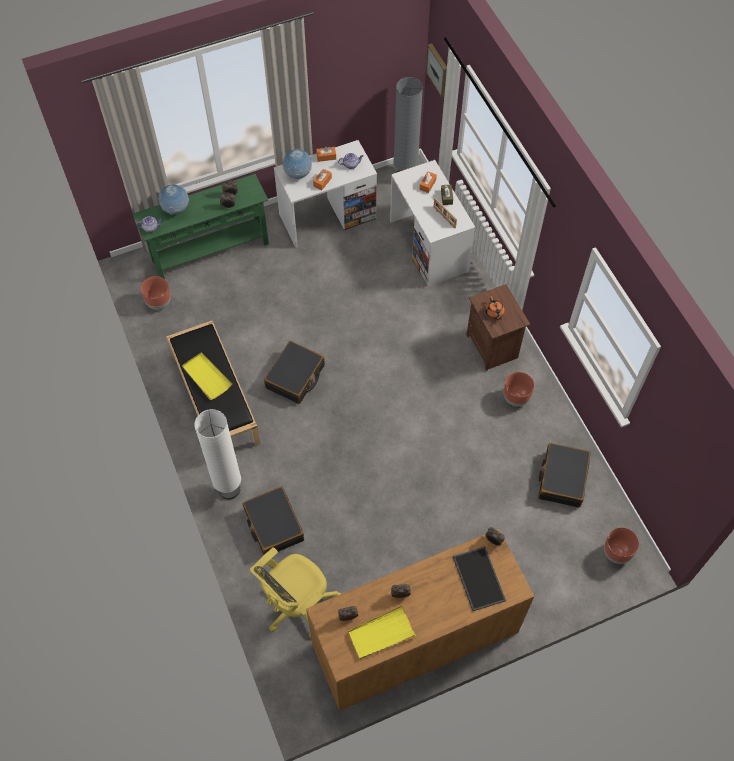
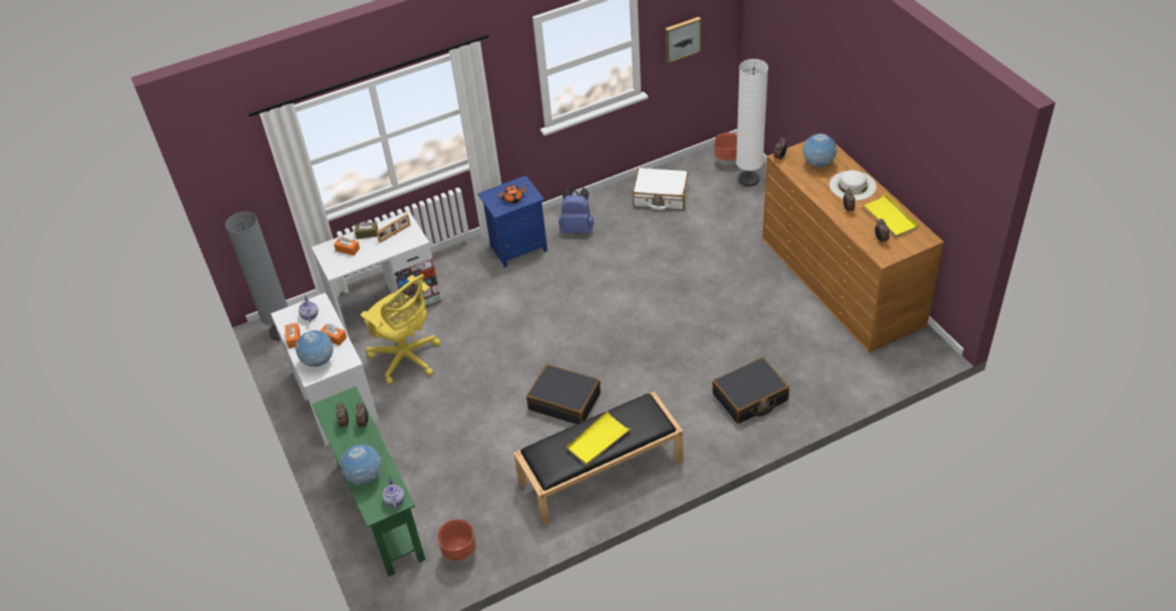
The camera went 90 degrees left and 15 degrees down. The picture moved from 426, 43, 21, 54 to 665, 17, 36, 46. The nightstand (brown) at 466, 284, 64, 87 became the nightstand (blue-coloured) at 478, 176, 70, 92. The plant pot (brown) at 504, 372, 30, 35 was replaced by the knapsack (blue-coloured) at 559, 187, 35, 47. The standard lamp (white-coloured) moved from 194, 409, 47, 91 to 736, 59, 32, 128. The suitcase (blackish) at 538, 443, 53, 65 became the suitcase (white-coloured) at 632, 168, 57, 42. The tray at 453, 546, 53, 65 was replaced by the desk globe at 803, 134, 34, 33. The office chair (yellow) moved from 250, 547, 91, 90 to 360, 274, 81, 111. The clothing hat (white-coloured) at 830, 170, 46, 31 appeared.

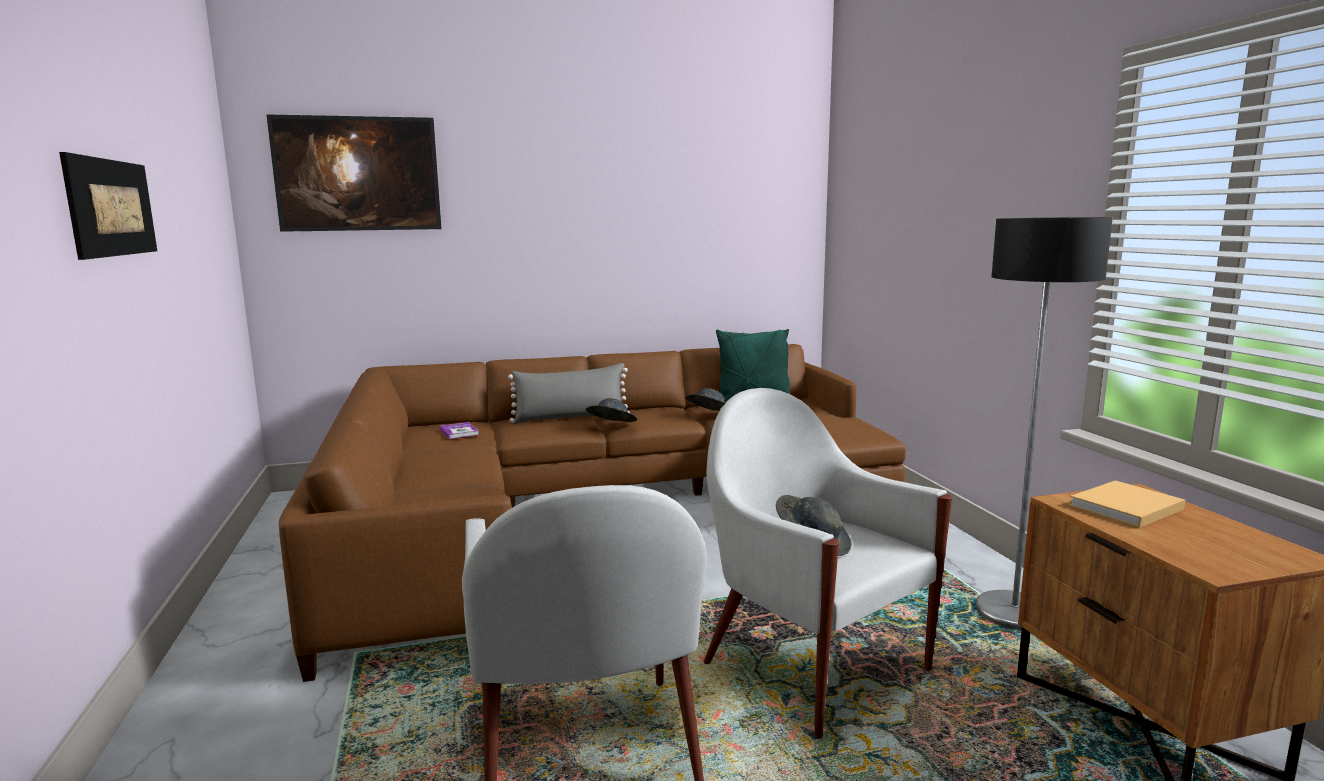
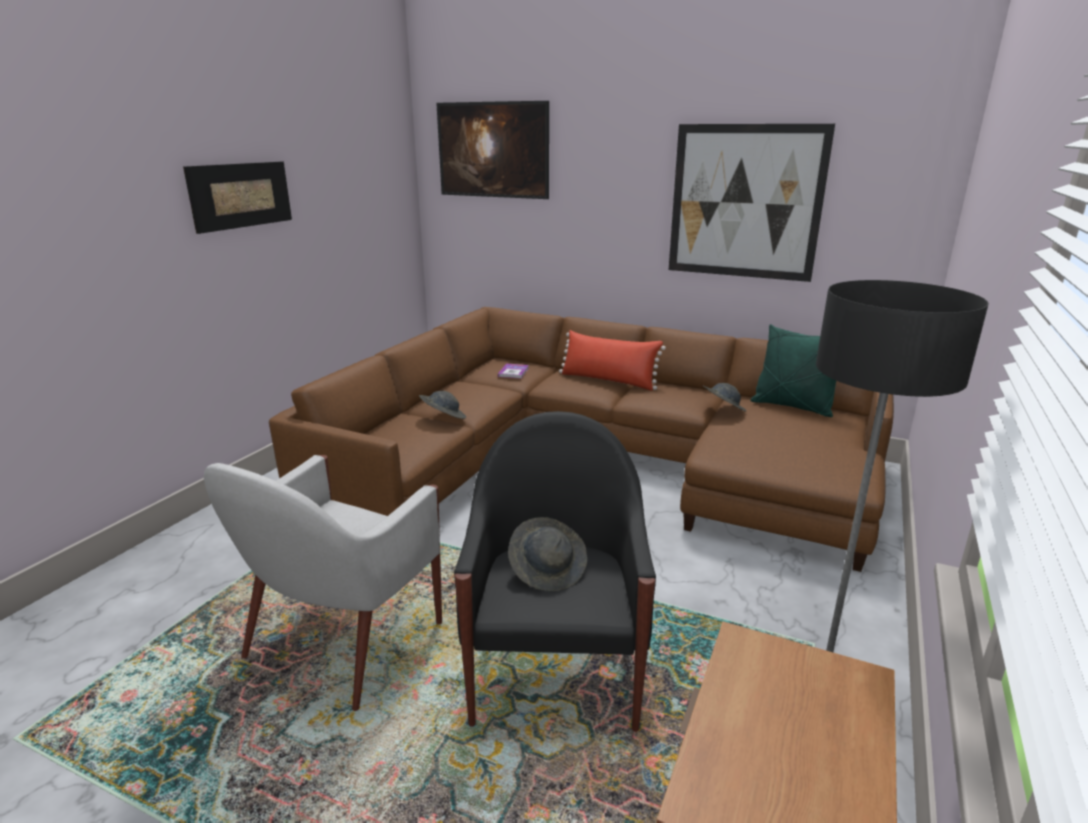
The camera went 40 degrees right and 10 degrees up. The cushion (grey) at 508, 363, 122, 60 became the cushion (red) at 559, 330, 107, 61. The armchair (white-coloured) at 704, 388, 248, 351 became the armchair (blackish) at 454, 411, 202, 321. The clothing hat (grey) moved from 586, 398, 51, 24 to 419, 391, 47, 28. The book (sand-coloured) at 1069, 480, 116, 47 disappeared. The picture at 669, 124, 166, 158 appeared.

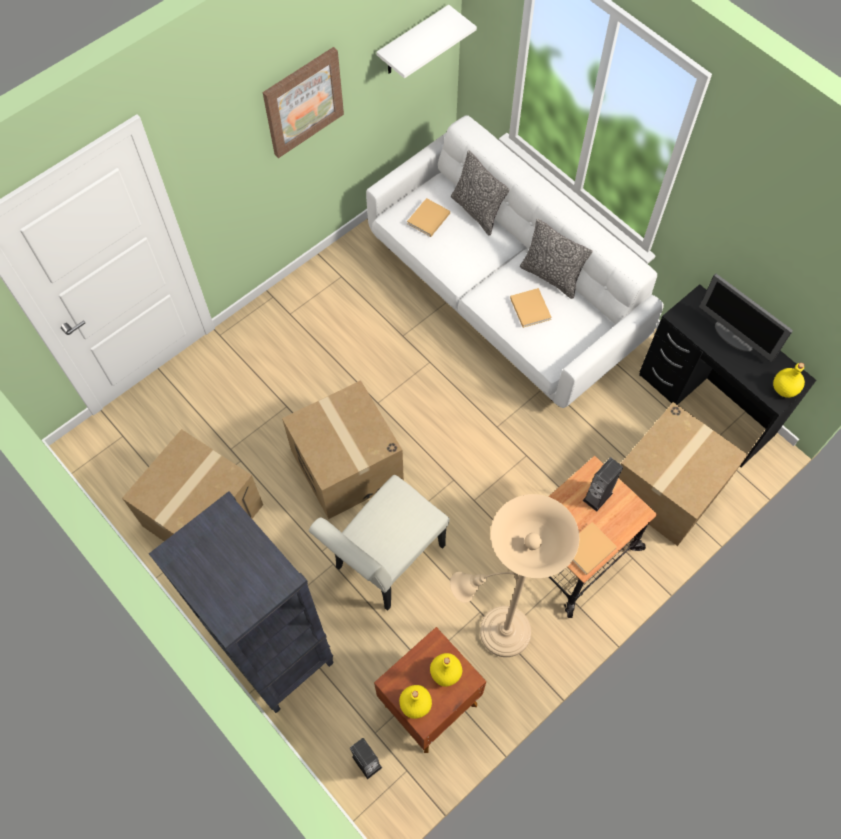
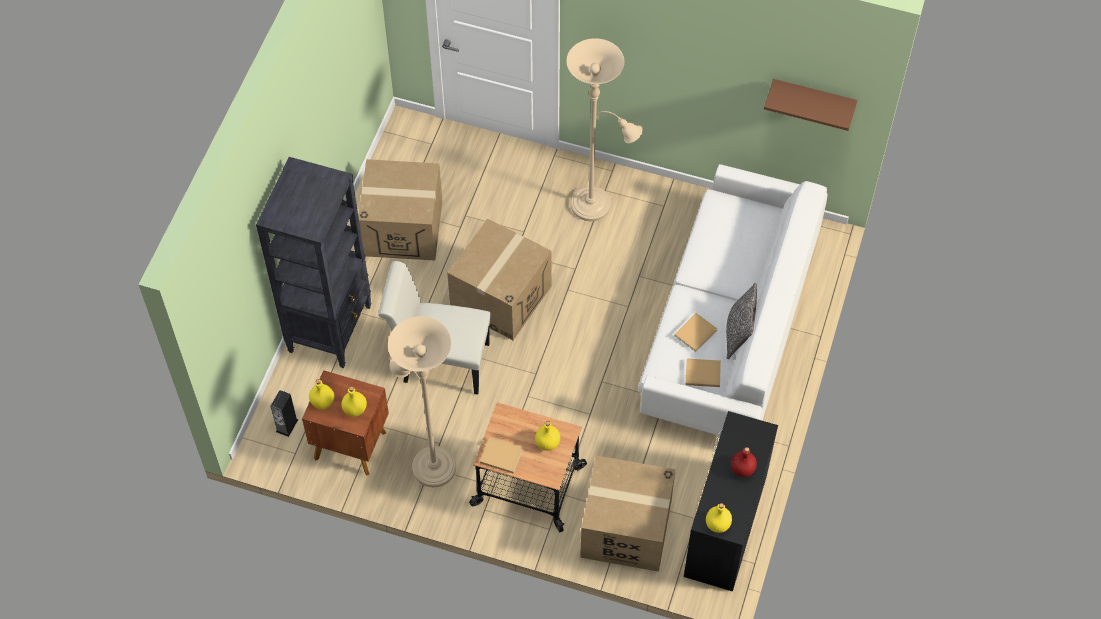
The camera went 60 degrees right and 5 degrees down. The wall shelf (white-coloured) at 376, 5, 101, 73 became the wall shelf (brown) at 764, 79, 94, 52. The picture at 263, 47, 81, 111 disappeared. The cushion at 451, 150, 58, 86 disappeared. The book (sand-coloured) moved from 407, 198, 43, 39 to 686, 359, 35, 28. The computer display at 699, 274, 94, 88 was replaced by the bottle (red) at 731, 447, 26, 30. The loudspeaker at 582, 457, 41, 55 was replaced by the bottle (yellow) at 535, 421, 25, 30. The standard lamp (sand-coloured) at 566, 38, 77, 183 appeared.

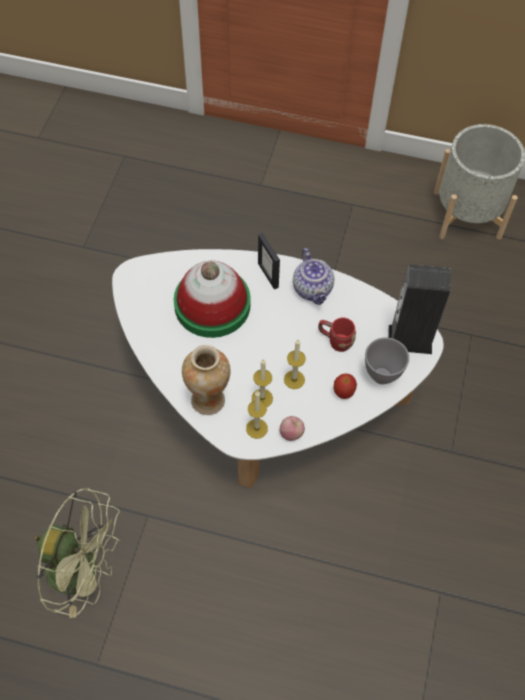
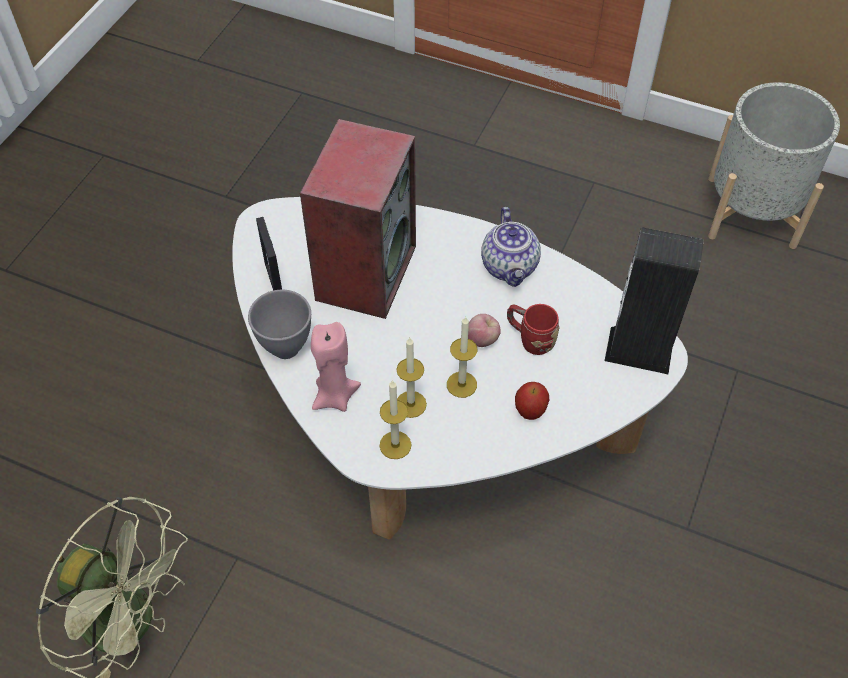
The camera went 10 degrees right and 5 degrees down. The photo frame moved from 258, 233, 22, 56 to 256, 217, 26, 73. The clothing hat at 174, 261, 77, 77 was replaced by the loudspeaker at 300, 119, 116, 200. The deep dish (grey) moved from 365, 337, 44, 47 to 248, 290, 63, 69. The decorative vase at 182, 345, 49, 70 was replaced by the wax candle (pink) at 311, 322, 50, 90. The apple fruit moved from 280, 416, 25, 25 to 468, 314, 33, 33.

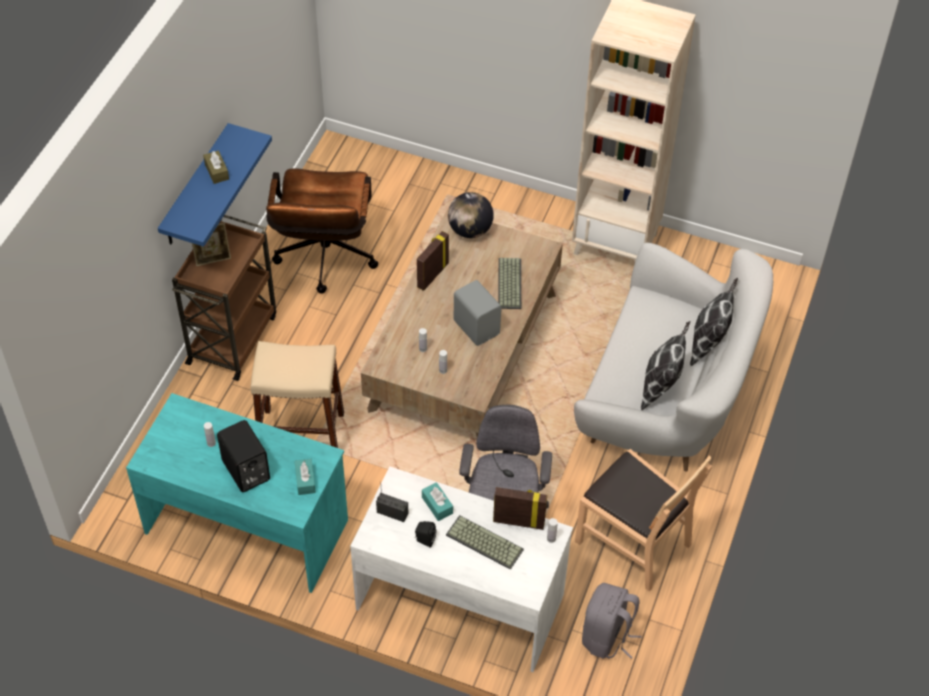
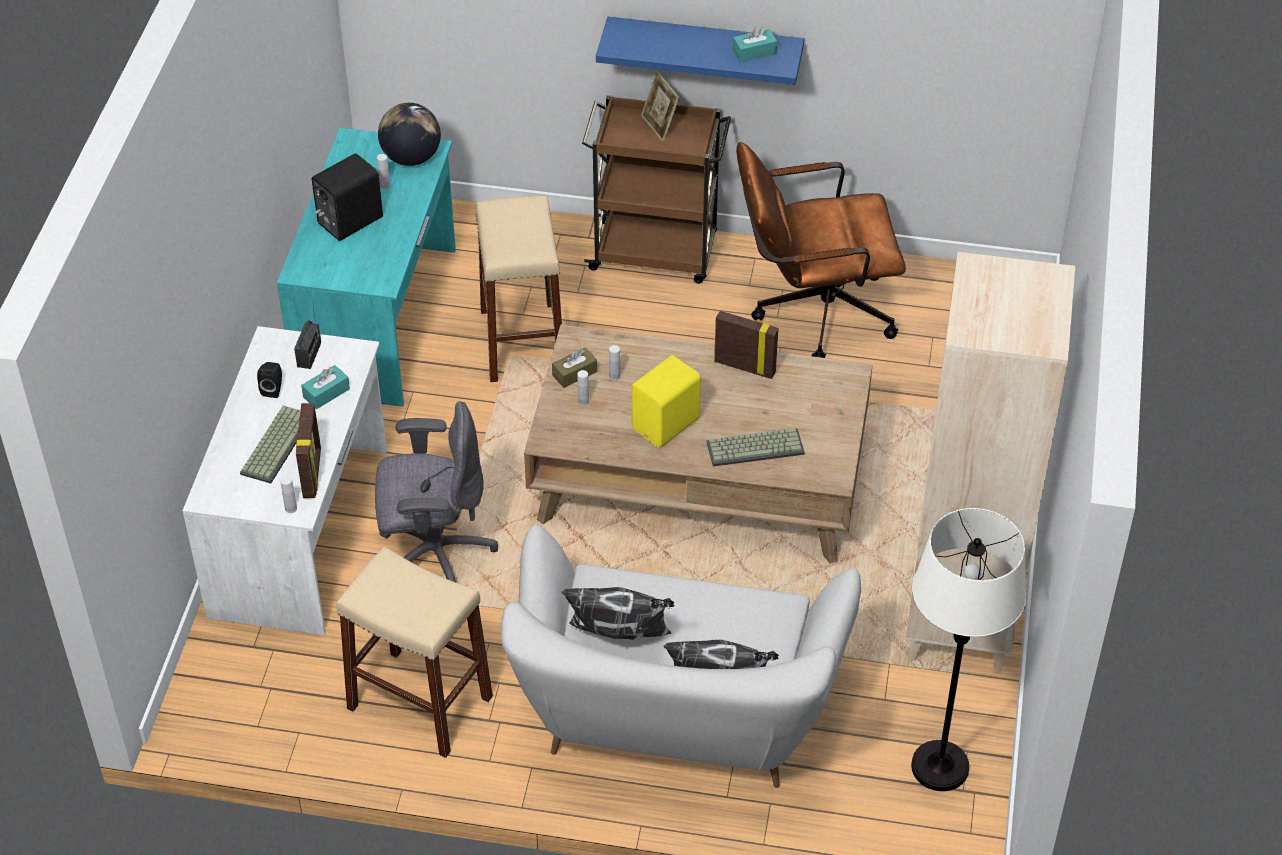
The camera went 80 degrees right and 5 degrees down. The tissue box (brown) moved from 203, 151, 26, 33 to 552, 347, 45, 41. The desk globe moved from 448, 192, 46, 46 to 378, 103, 63, 63. The loudspeaker (grey) at 454, 280, 47, 66 became the loudspeaker (yellow) at 631, 355, 70, 93. The upright chair (brown) at 575, 449, 137, 142 was replaced by the stool seat (sand-coloured) at 336, 547, 157, 211. The tissue box (turquoise-coloured) moved from 294, 459, 22, 36 to 733, 26, 44, 37. The knapsack (grey) at 582, 583, 60, 76 disappeared. The standard lamp (white-coloured) at 911, 508, 115, 283 appeared.

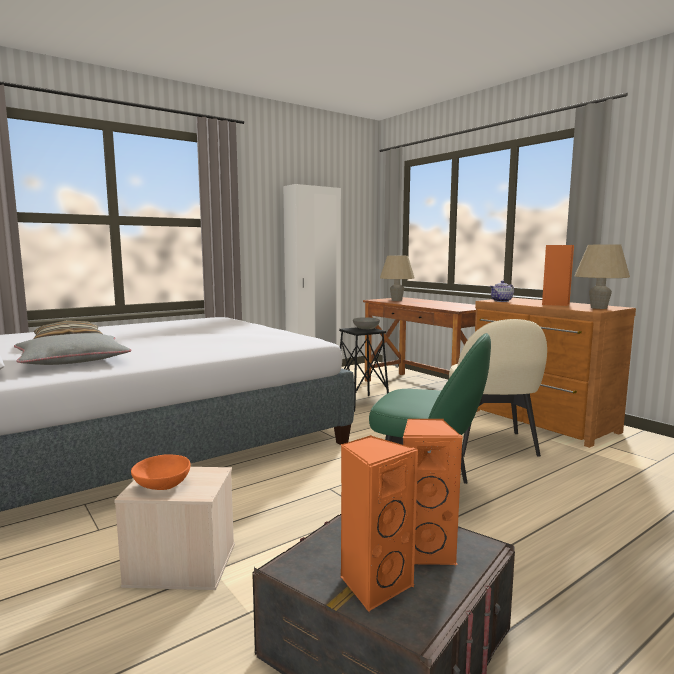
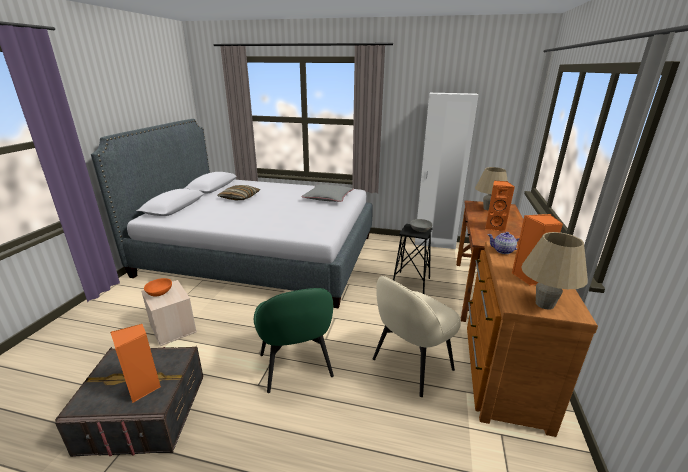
The camera went 50 degrees right and 15 degrees up. The cushion (grey) moved from 14, 333, 118, 32 to 301, 184, 53, 18. The loudspeaker (orange) moved from 340, 435, 78, 176 to 485, 181, 30, 50.

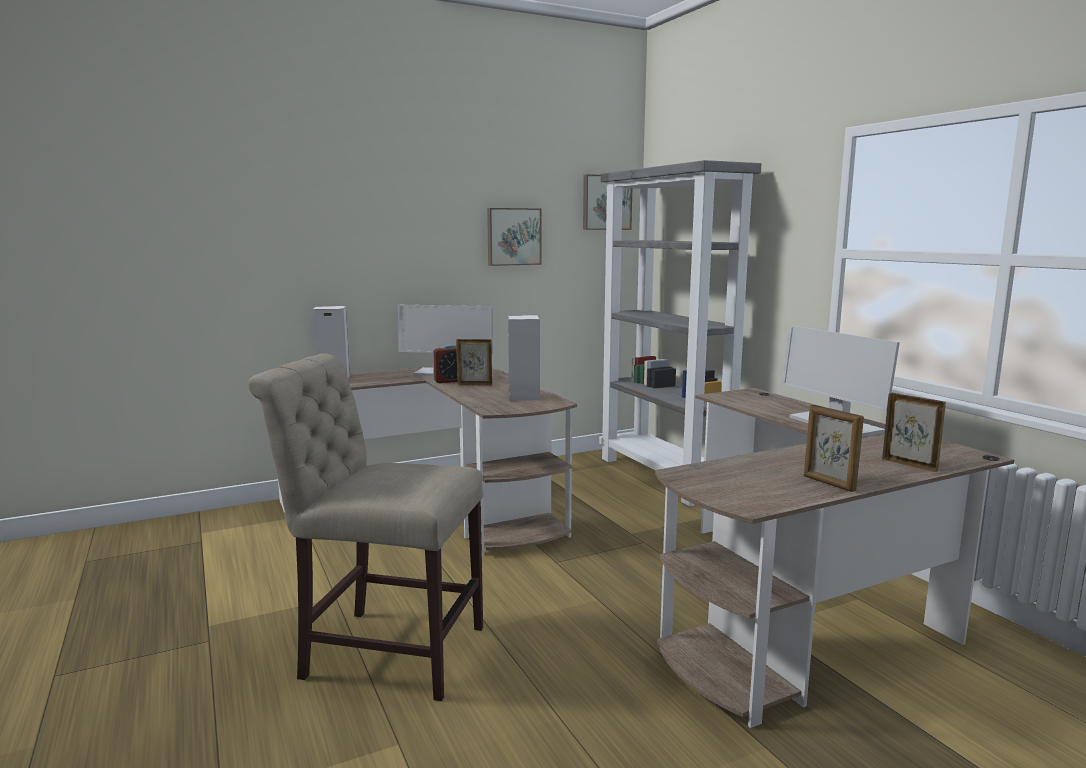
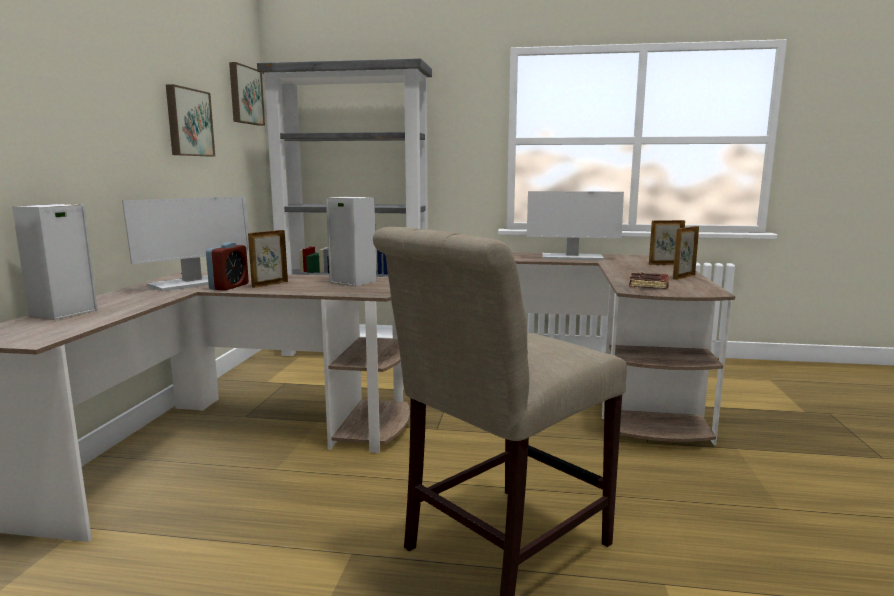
The camera went 55 degrees left and 0 degrees up. The photo frame at 804, 405, 60, 87 turned 135 degrees clockwise. The book (brown) at 629, 272, 40, 17 appeared.

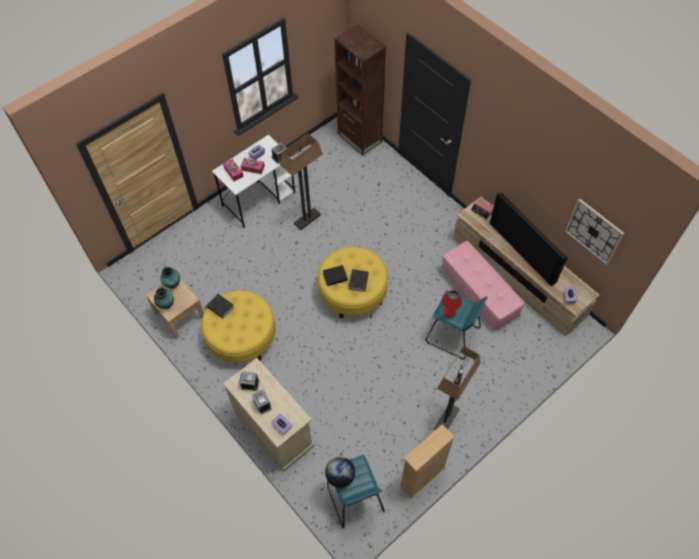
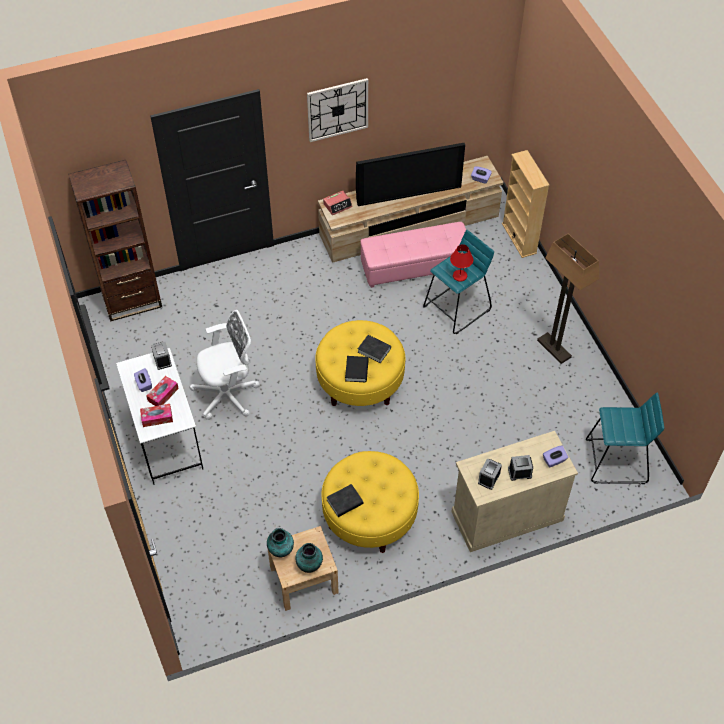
The camera went 70 degrees left and 5 degrees down. The standard lamp at 280, 134, 43, 96 was replaced by the office chair (white-coloured) at 189, 310, 71, 110. The clock on the wall moved from 565, 198, 59, 67 to 307, 78, 61, 64. The shelving unit (sand-coloured) moved from 399, 424, 56, 75 to 502, 150, 48, 108. The desk globe at 325, 457, 30, 31 disappeared.

